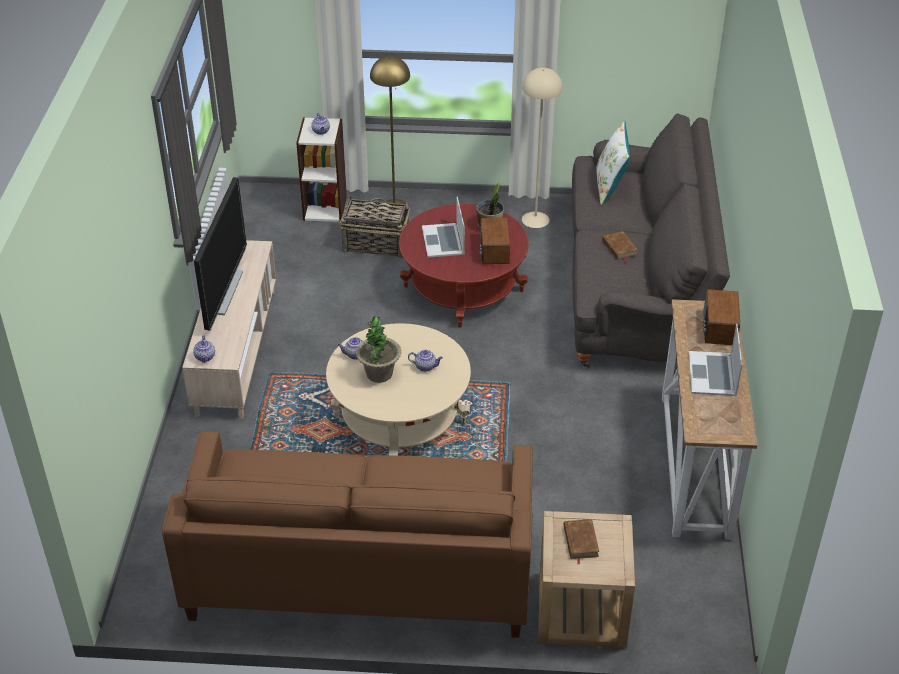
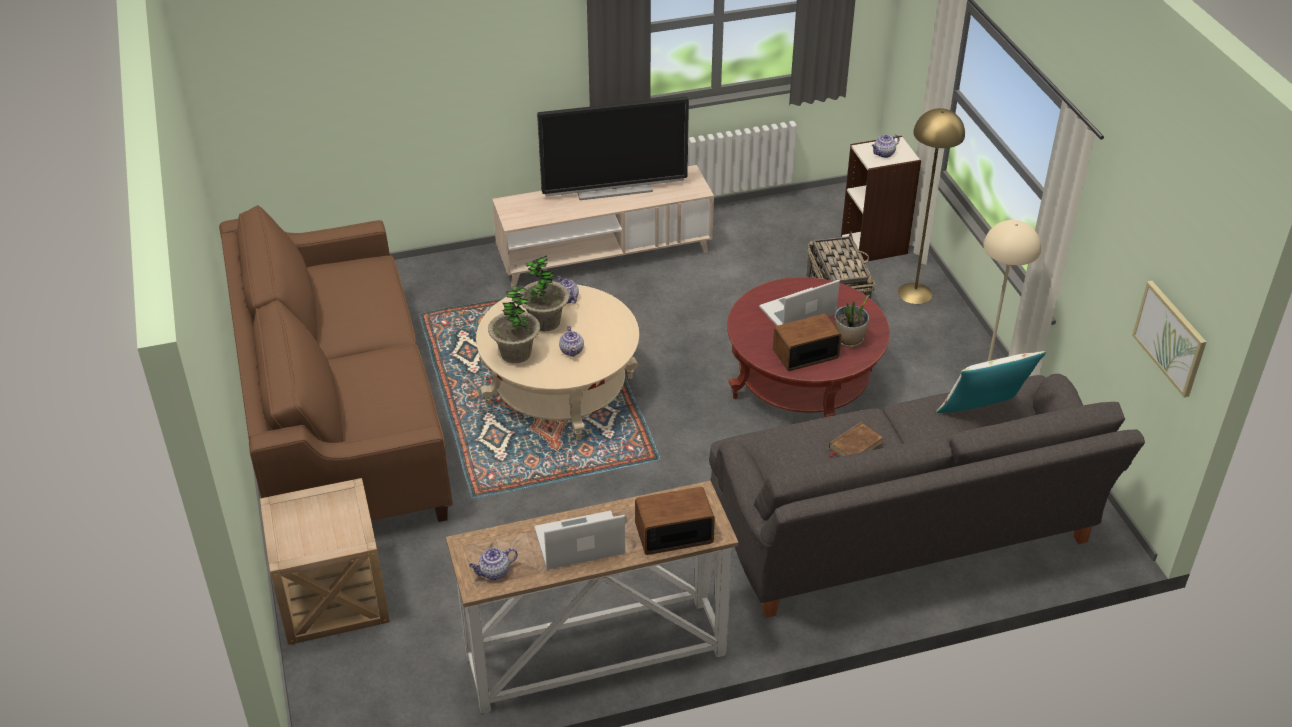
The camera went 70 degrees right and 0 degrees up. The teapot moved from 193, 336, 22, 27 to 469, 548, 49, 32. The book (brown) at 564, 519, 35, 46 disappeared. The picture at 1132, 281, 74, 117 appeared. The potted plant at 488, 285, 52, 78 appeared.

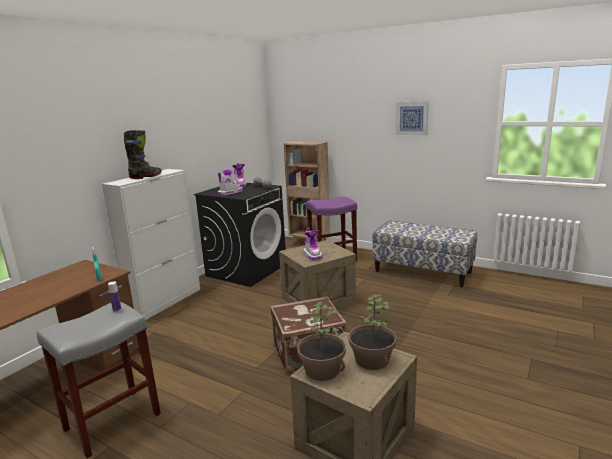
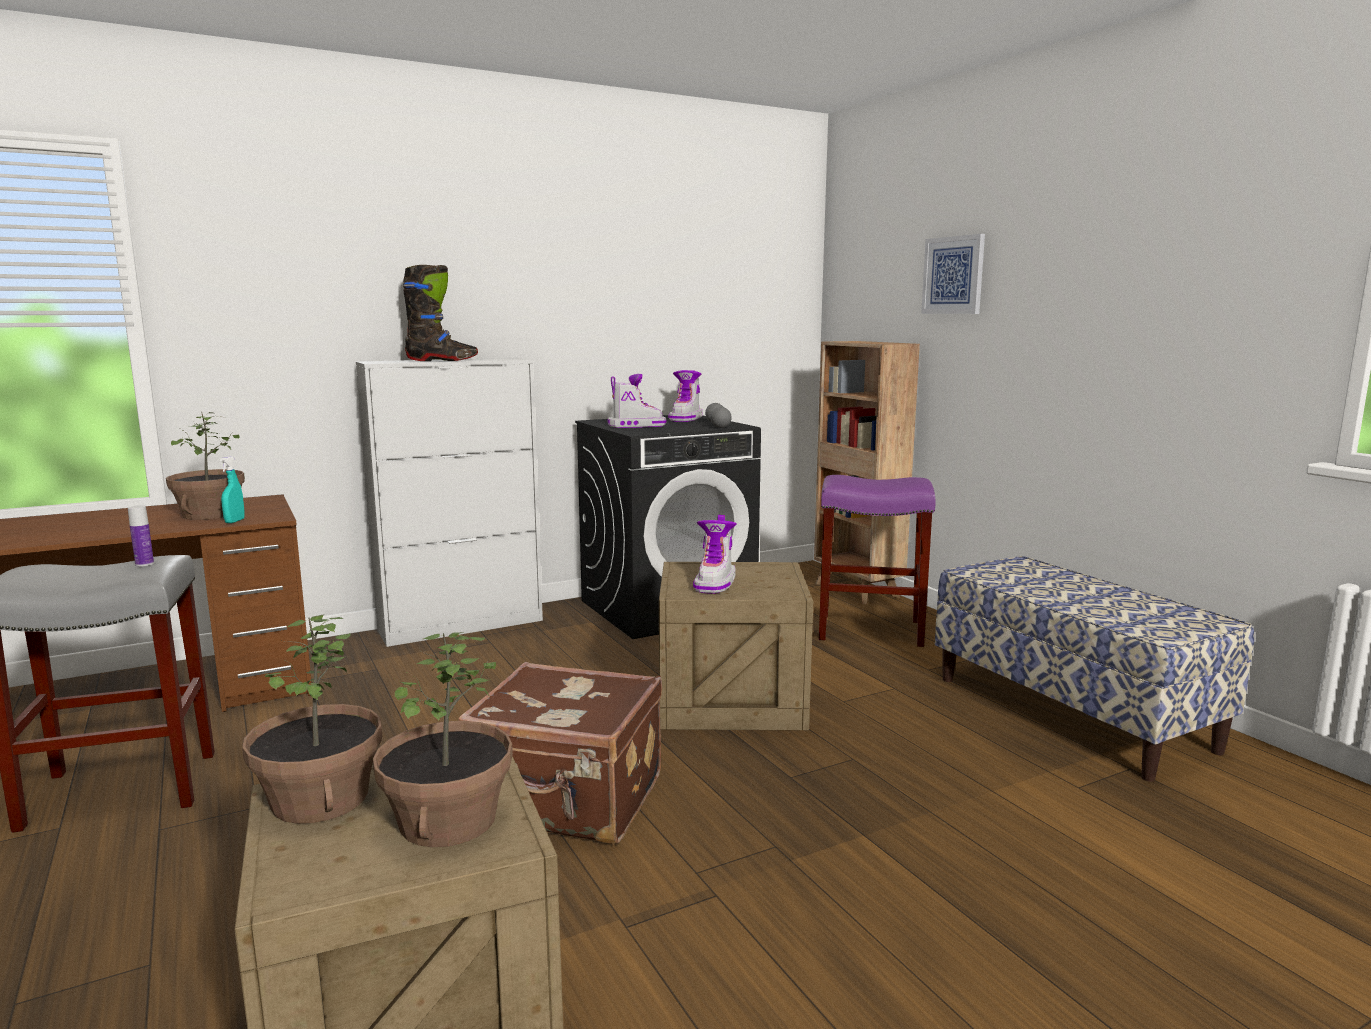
The camera went 30 degrees right and 5 degrees down. The picture moved from 395, 101, 34, 34 to 921, 234, 64, 80. The potted plant at 166, 411, 79, 109 appeared.

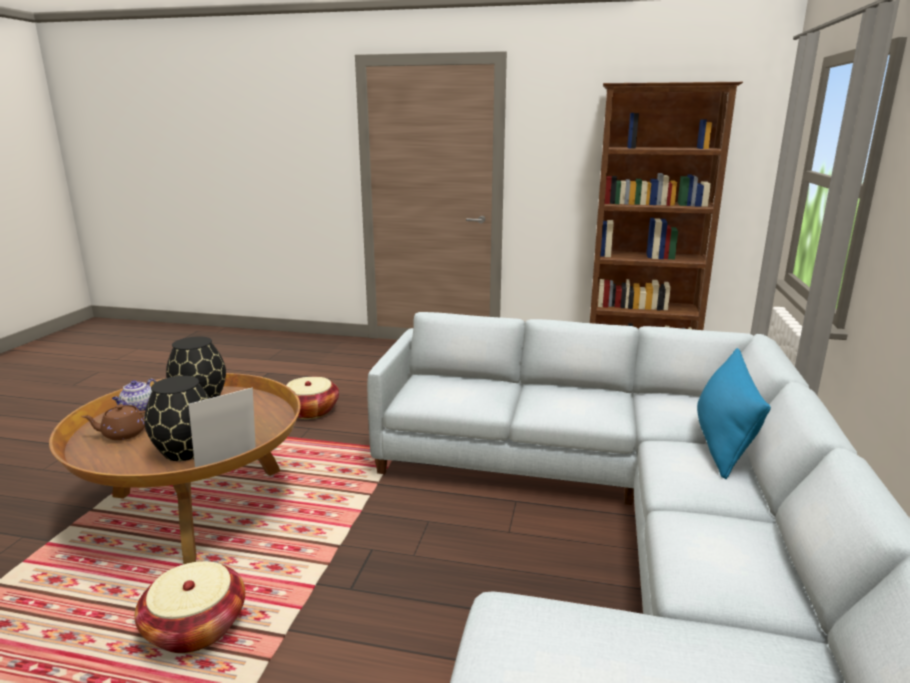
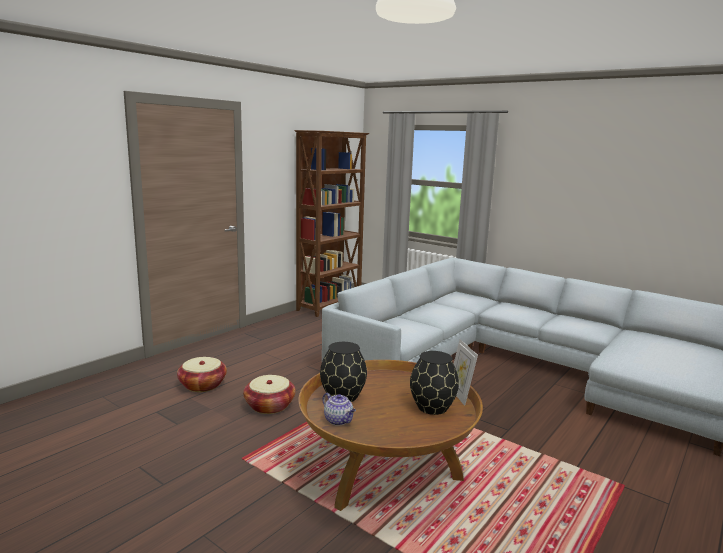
The camera went 65 degrees left and 5 degrees down. The cushion (blue-coloured) at 697, 348, 74, 131 disappeared. The teapot (brown) at 81, 404, 64, 36 disappeared. The basket moved from 135, 561, 110, 92 to 177, 357, 50, 35.

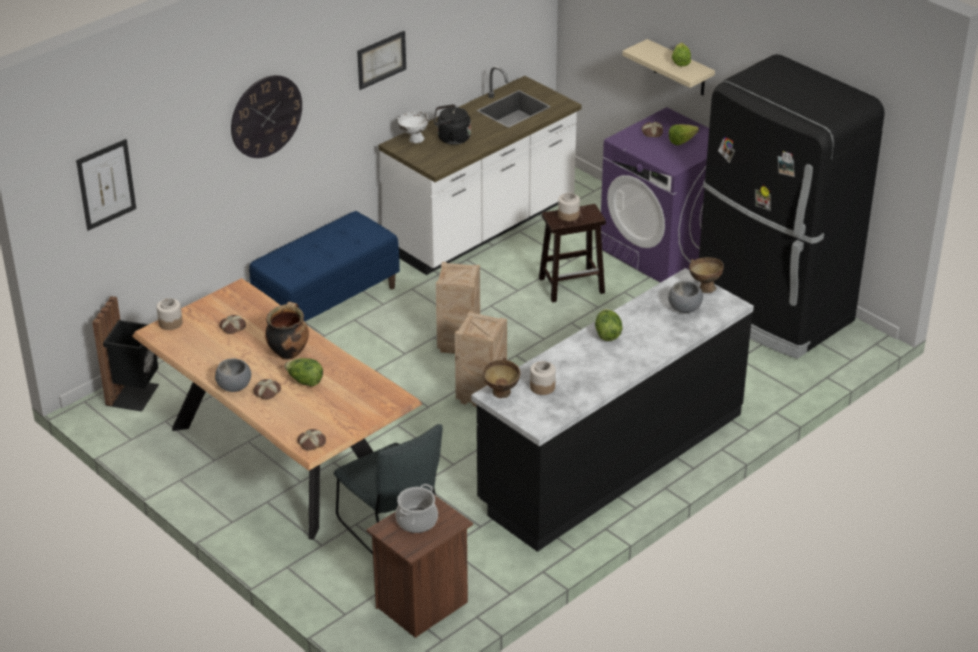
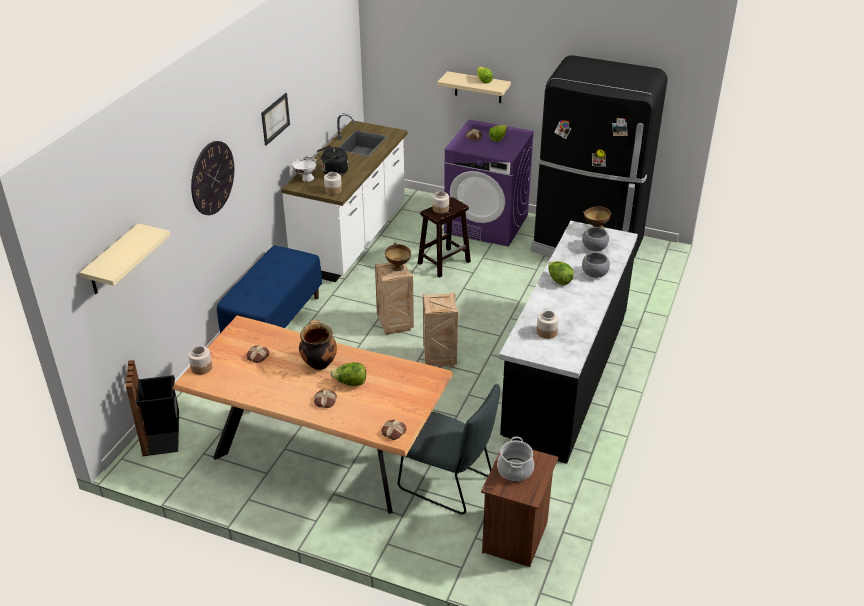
The camera went 25 degrees left and 0 degrees up. The picture at 76, 139, 60, 92 was replaced by the wall shelf (sand-coloured) at 80, 223, 90, 71. The deep dish (brown) moved from 483, 357, 37, 41 to 385, 243, 26, 28. The deep dish (grey) moved from 215, 358, 36, 34 to 582, 252, 28, 26. The preserve jar at 324, 172, 18, 23 appeared.

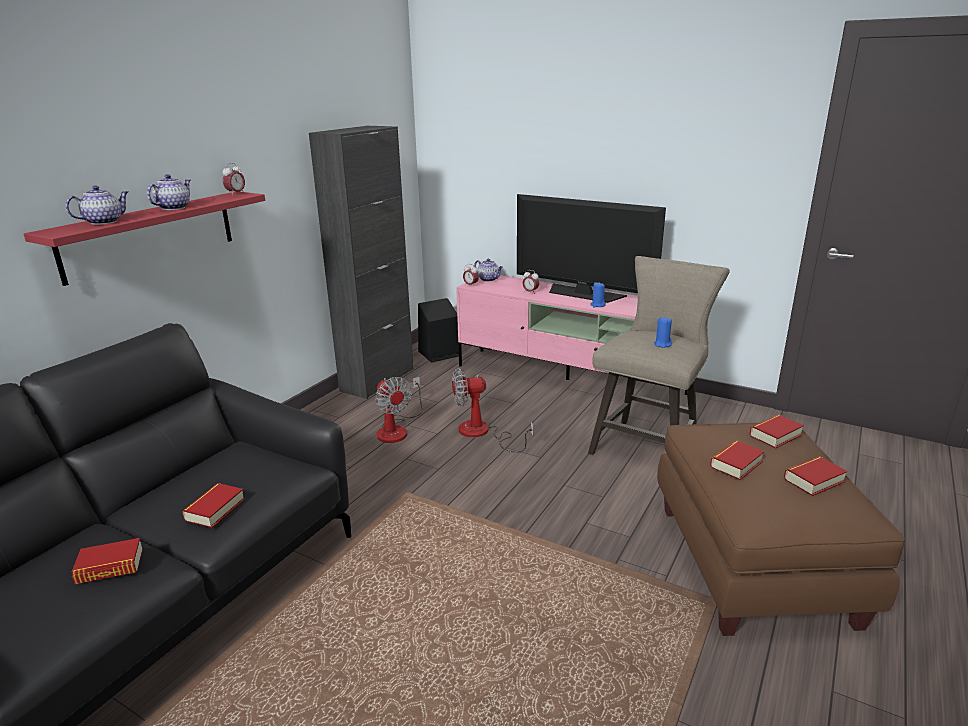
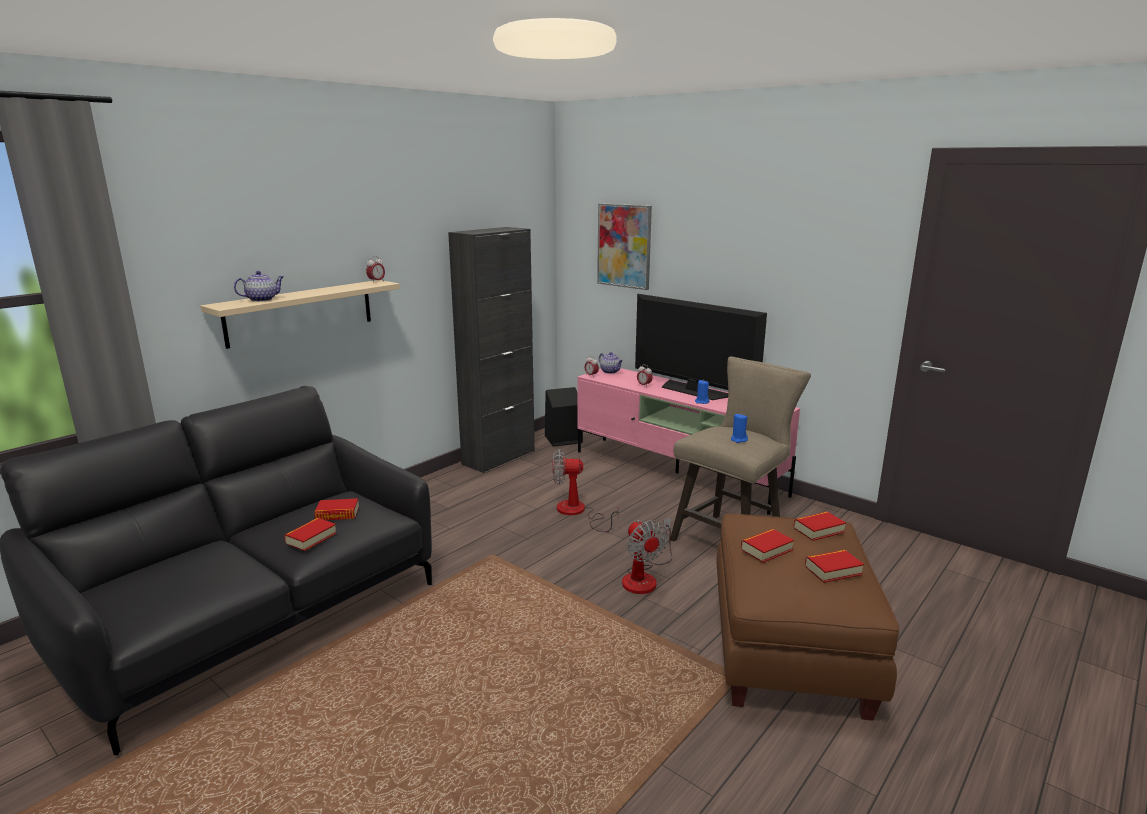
The camera went 10 degrees right and 5 degrees down. The teapot at 147, 174, 43, 36 disappeared. The wall shelf (red) at 24, 192, 241, 94 became the wall shelf (sand-coloured) at 200, 280, 200, 69. The electric fan moved from 375, 377, 48, 66 to 622, 518, 51, 76. The book moved from 72, 538, 71, 46 to 314, 498, 45, 22. The picture at 597, 203, 55, 87 appeared.

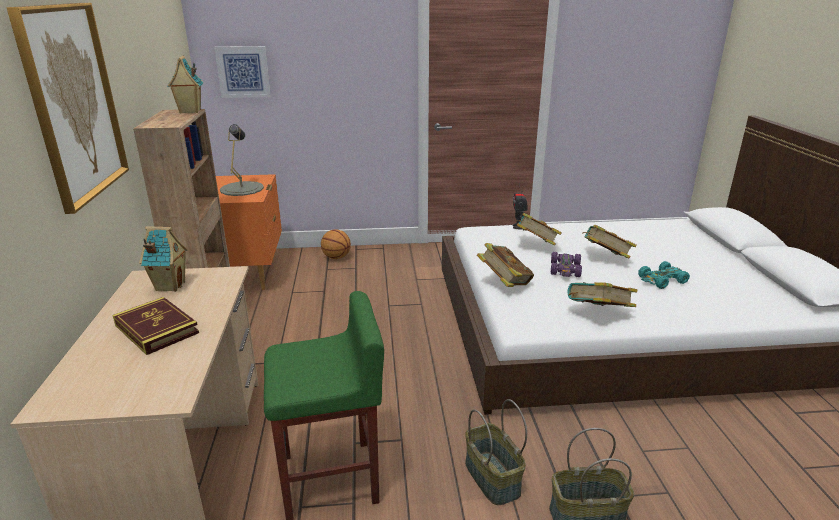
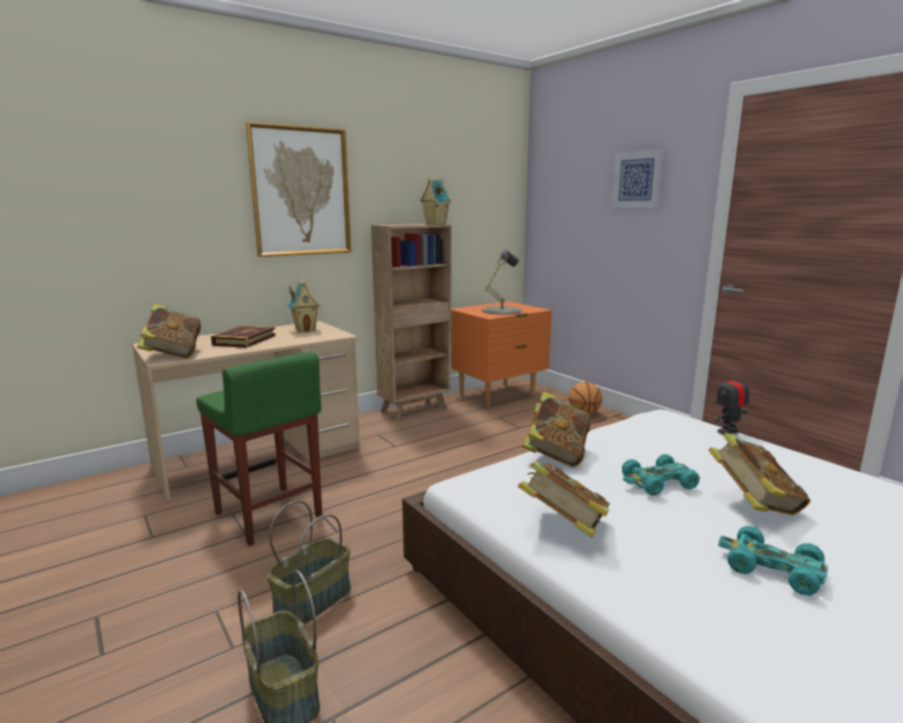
The camera went 60 degrees right and 10 degrees down. The picture moved from 214, 46, 57, 52 to 611, 149, 53, 59. The book moved from 516, 213, 46, 32 to 137, 304, 64, 54. The model car (purple) at 551, 252, 31, 25 became the model car (turquoise-coloured) at 622, 454, 78, 42.

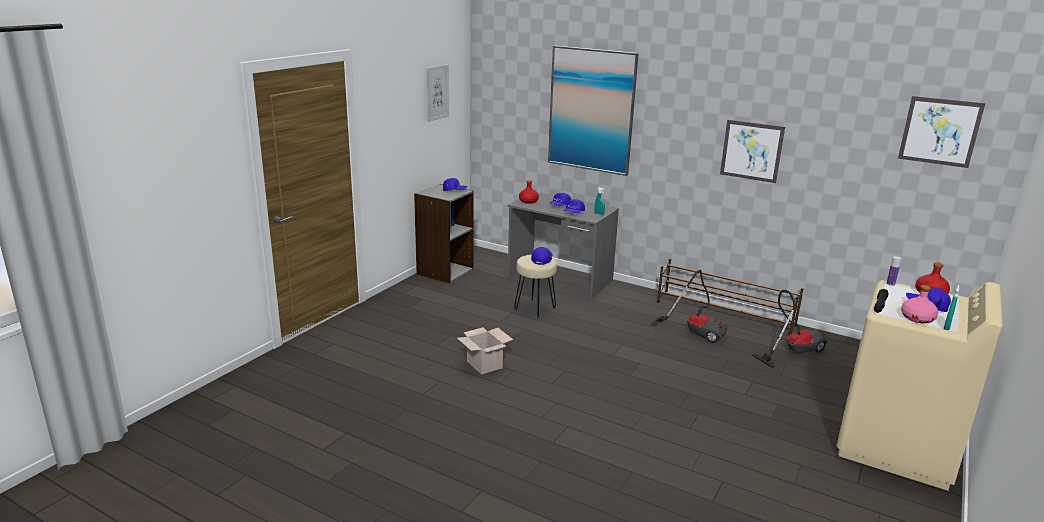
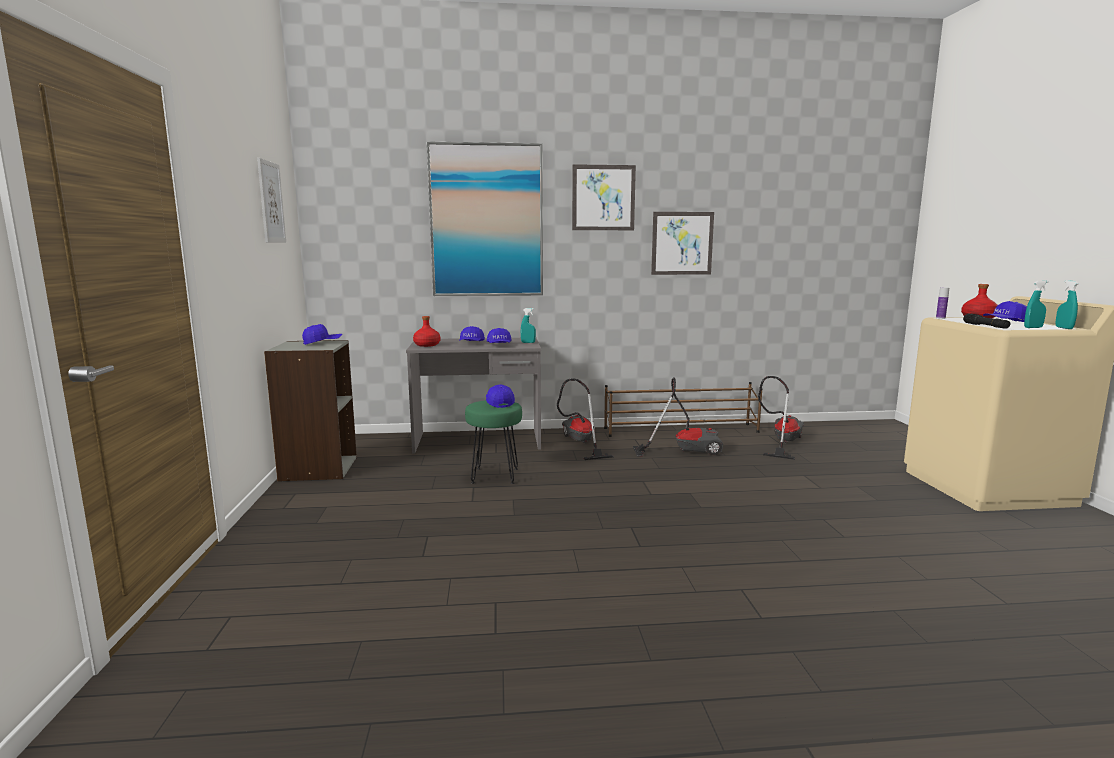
The camera went 35 degrees left and 10 degrees down. The picture moved from 898, 96, 87, 72 to 572, 164, 64, 66. The stool seat (sand-coloured) at 514, 255, 43, 63 became the stool seat (green) at 465, 400, 57, 84. The bottle (pink) at 901, 285, 37, 38 was replaced by the hand sprayer (turquoise-coloured) at 1024, 281, 25, 47. The carton at 457, 327, 56, 48 disappeared. The vacuum cleaner at 557, 379, 57, 81 appeared.

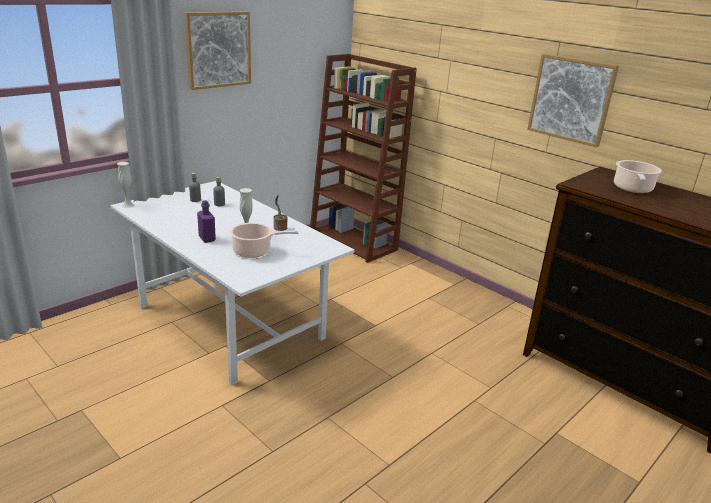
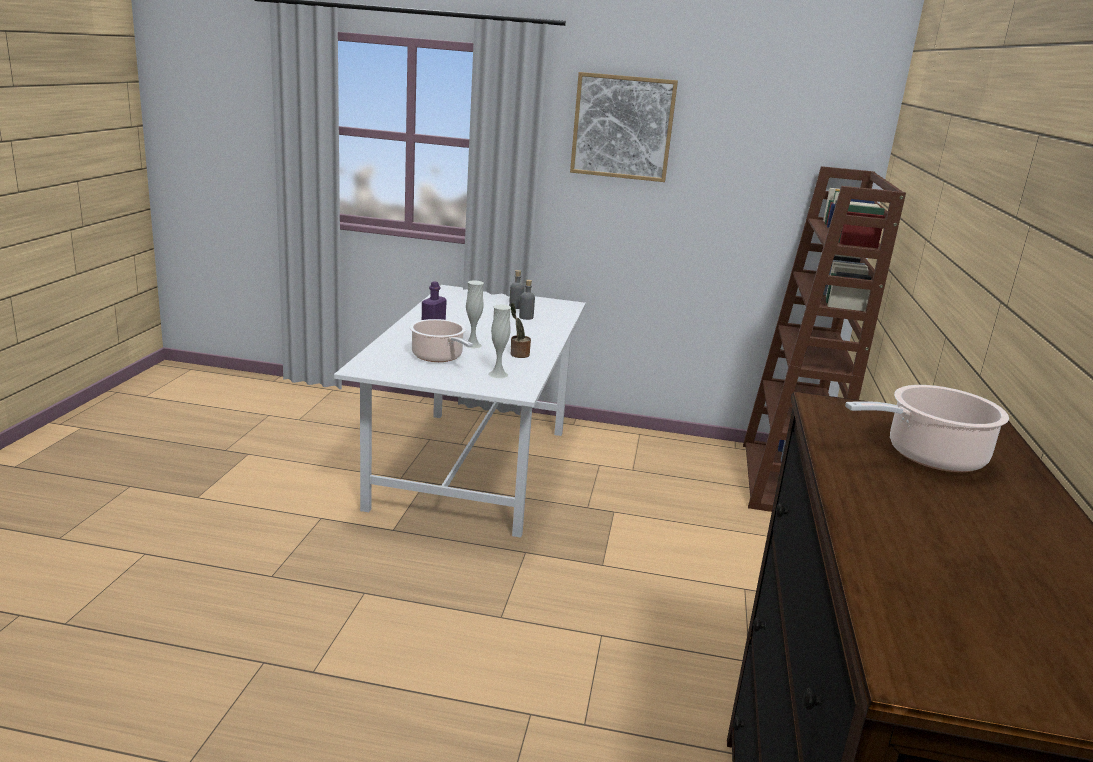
The camera went 55 degrees right and 5 degrees down. The picture at 527, 54, 92, 94 disappeared. The decorative vase (white-coloured) moved from 117, 162, 18, 46 to 488, 305, 23, 73.

